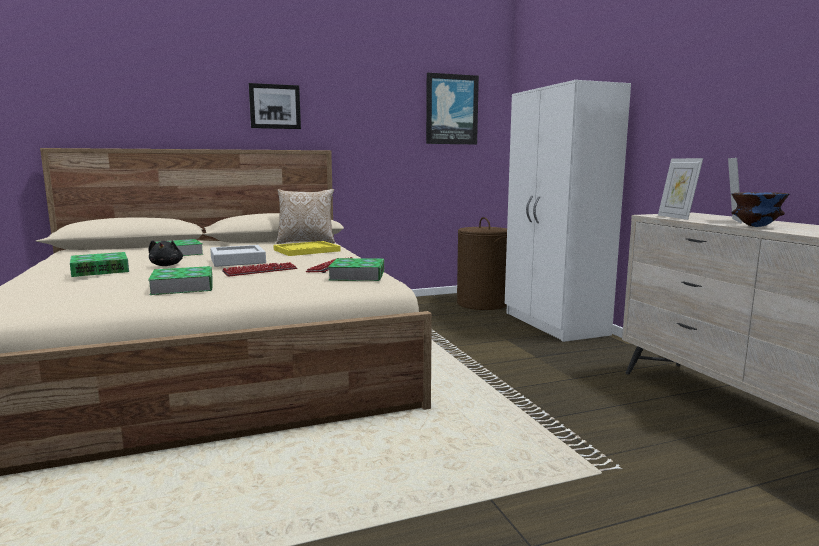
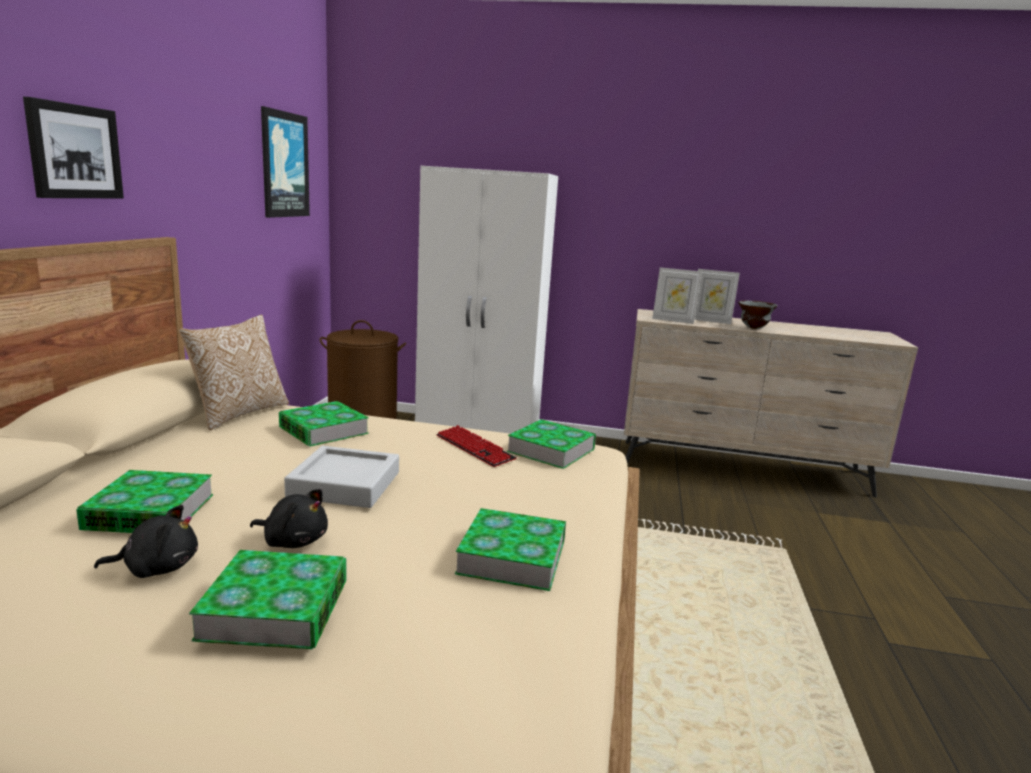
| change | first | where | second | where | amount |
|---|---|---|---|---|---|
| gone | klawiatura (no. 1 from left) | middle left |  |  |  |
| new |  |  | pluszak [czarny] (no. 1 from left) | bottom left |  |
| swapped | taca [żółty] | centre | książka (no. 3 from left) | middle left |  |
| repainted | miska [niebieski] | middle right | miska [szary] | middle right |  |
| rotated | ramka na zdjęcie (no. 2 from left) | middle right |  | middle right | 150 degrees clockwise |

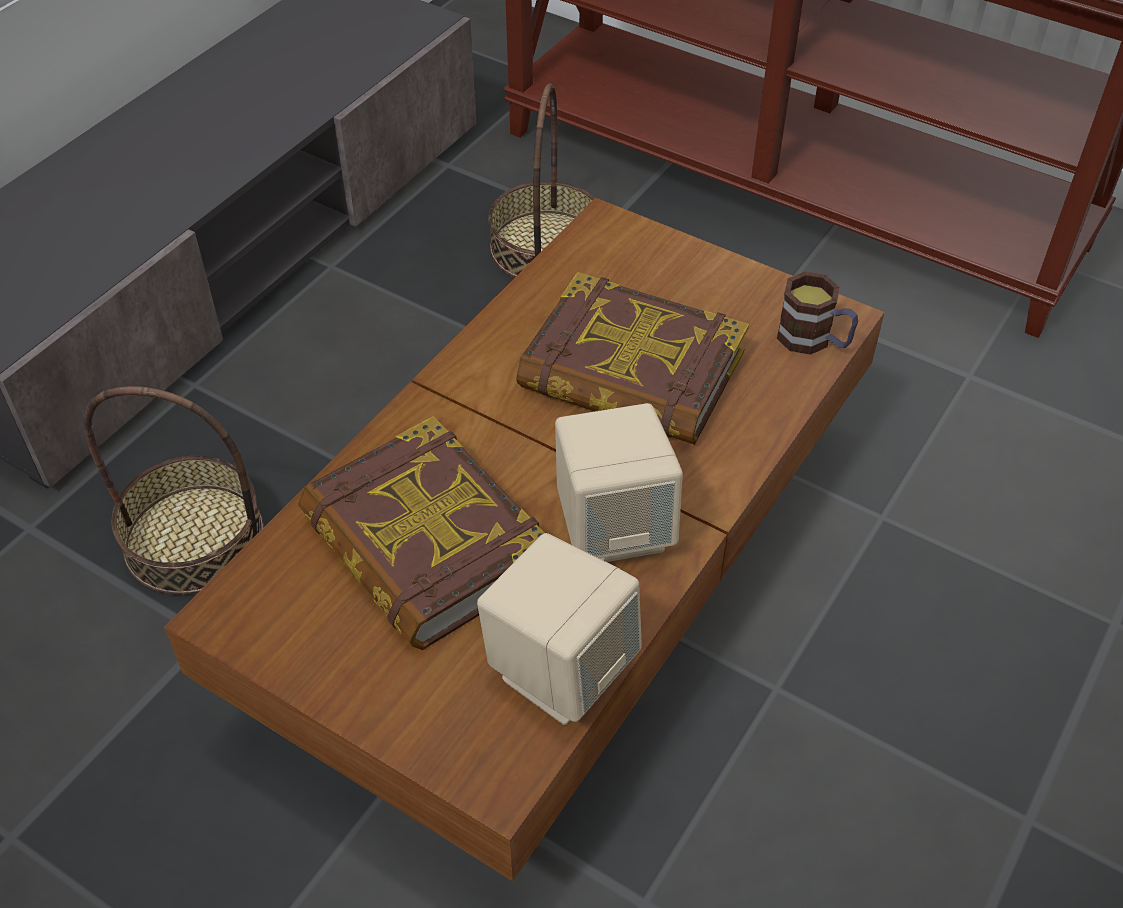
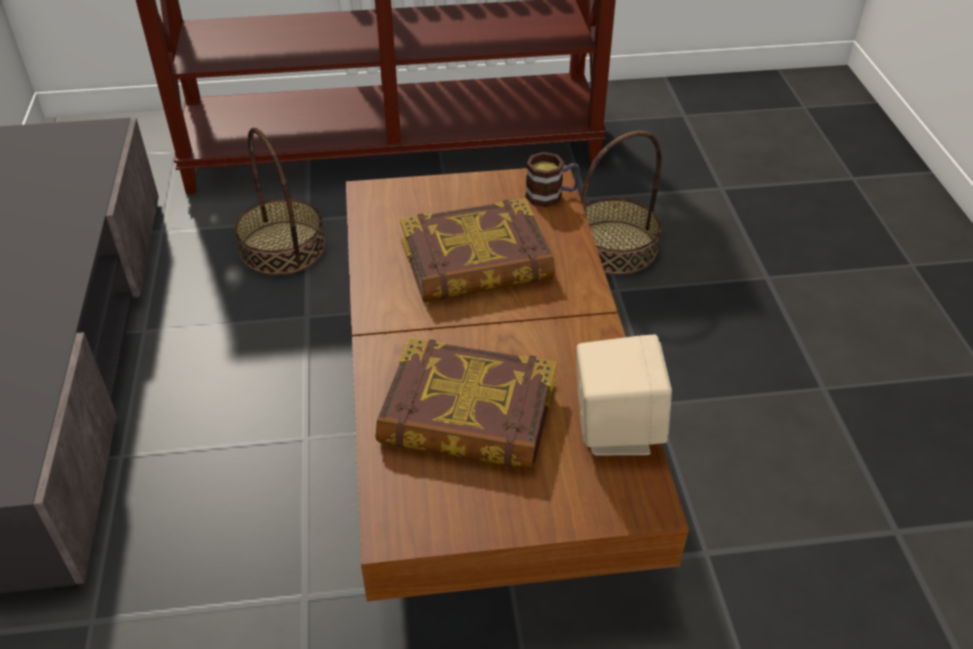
| change | first | where | second | where | amount |
|---|---|---|---|---|---|
| gone | głośnik [beżowy] (no. 2 from left) | centre |  |  |  |
| shifted | koszyk (no. 1 from left in the first image) | middle left | koszyk (no. 2 from left) | top centre |  |

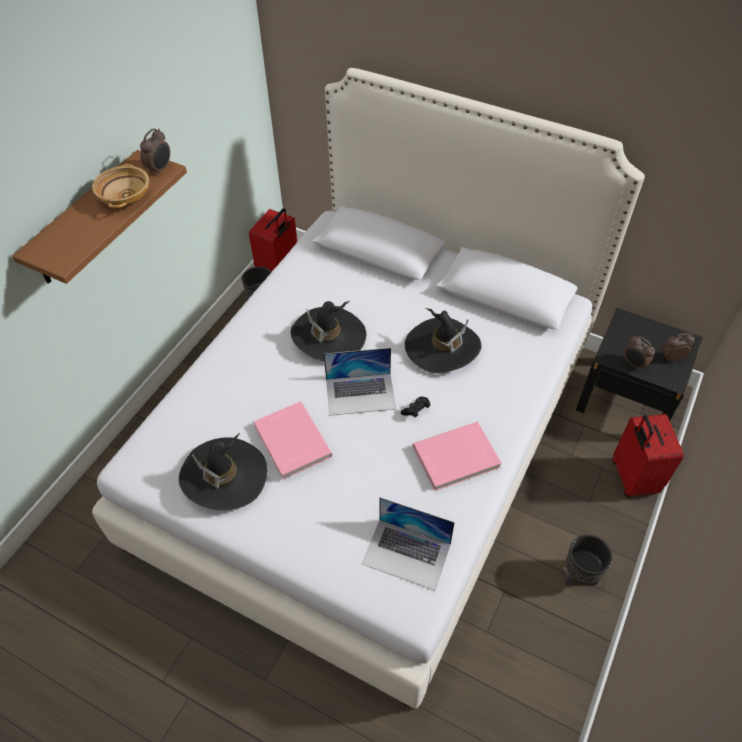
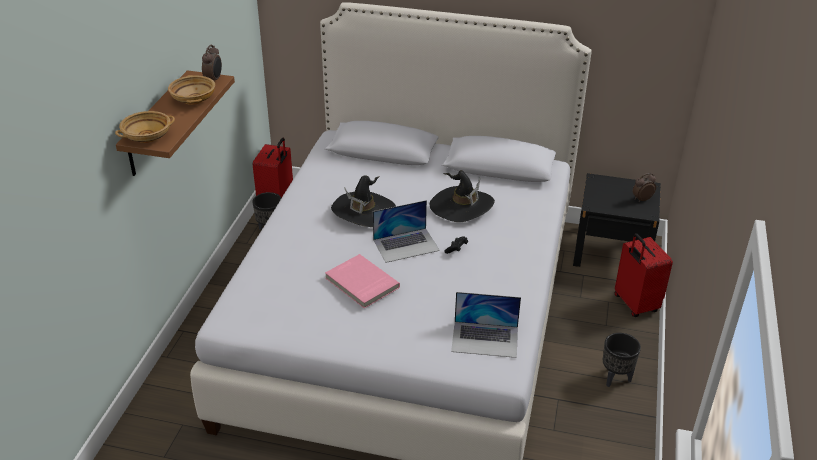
| change | first | where | second | where | amount |
|---|---|---|---|---|---|
| gone | kapelusz [czarny] (no. 1 from left) | middle left |  |  |  |
| gone | książka [różowy] (no. 2 from left) | centre |  |  |  |
| gone | budzik (no. 2 from left) | middle right |  |  |  |
| new |  |  | miska [beżowy] (no. 1 from left) | top left |  |

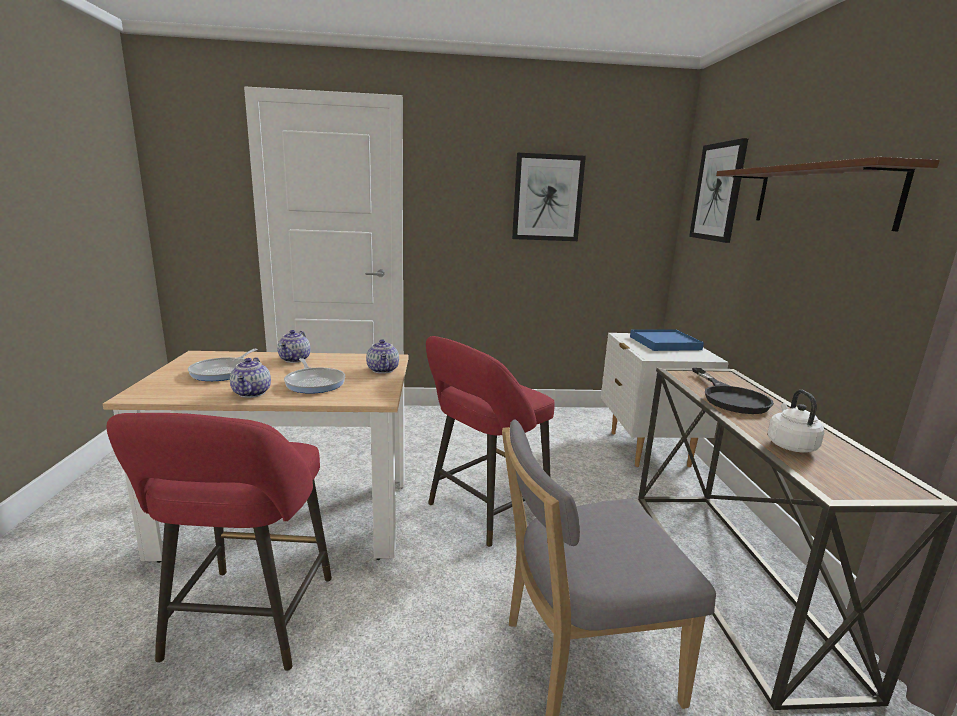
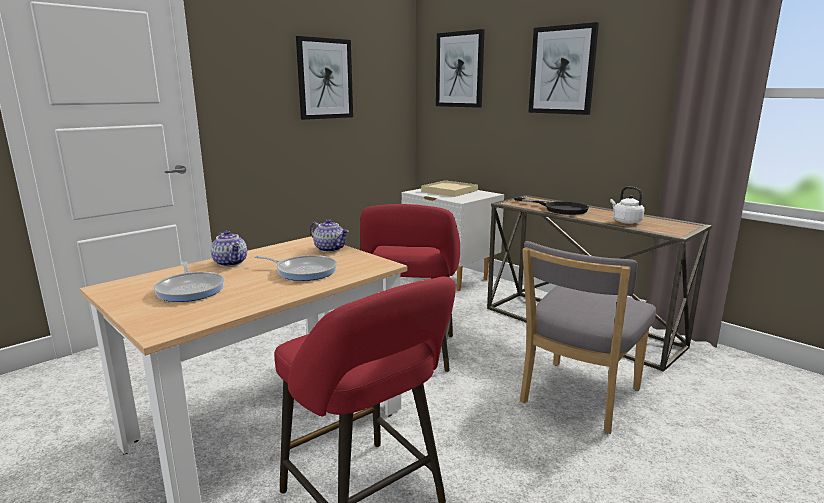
| change | first | where | second | where | amount |
|---|---|---|---|---|---|
| gone | imbryk (no. 1 from left) | middle left |  |  |  |
| swapped | półka [brązowy] | top right | obraz (no. 3 from left) | top right |  |
| repainted | taca [niebieski] | middle right | taca [beżowy] | centre |  |

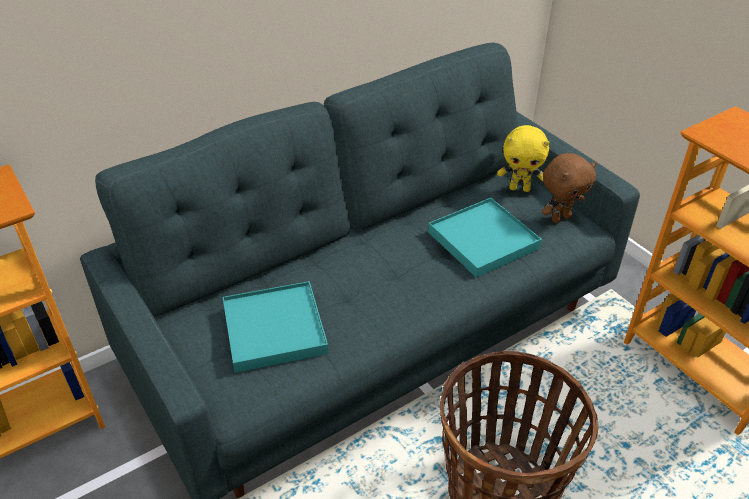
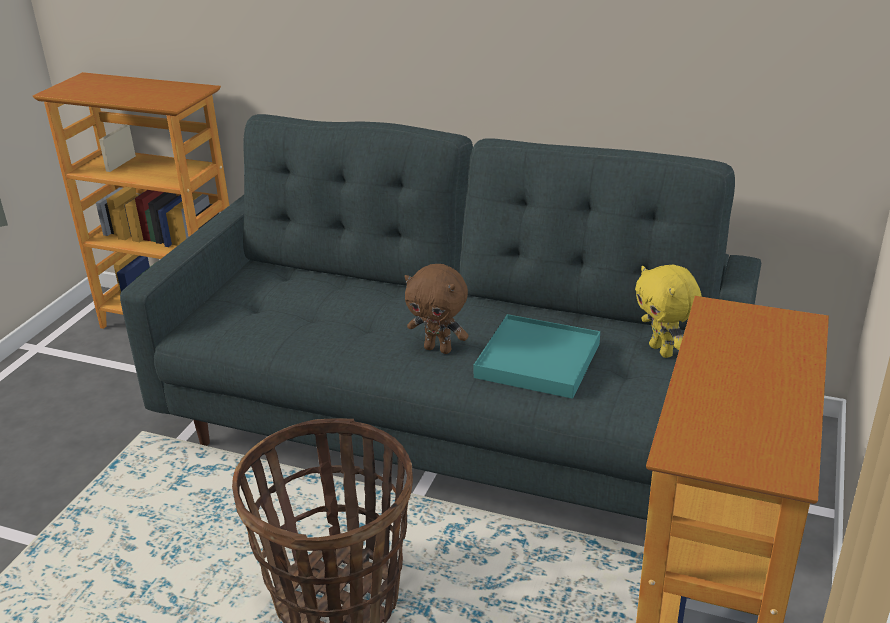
| change | first | where | second | where | amount |
|---|---|---|---|---|---|
| gone | taca [turkusowy] (no. 1 from left) | centre |  |  |  |
| shifted | pluszak [brązowy] | middle right |  | centre |  |

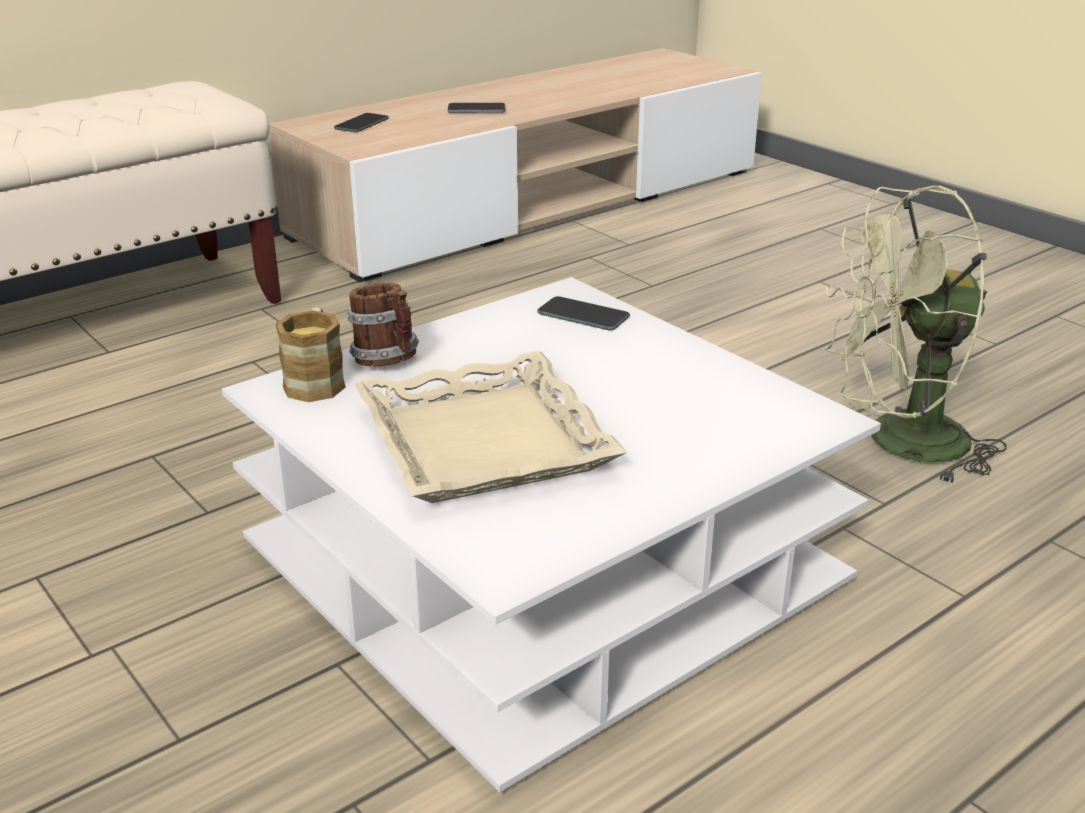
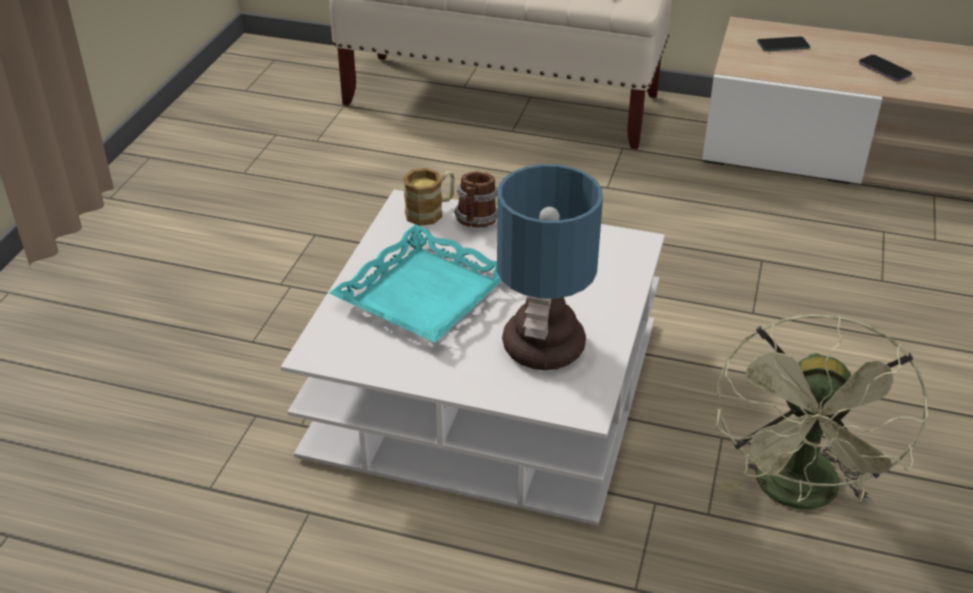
| change | first | where | second | where | amount |
|---|---|---|---|---|---|
| gone | telefon (no. 3 from left) | centre |  |  |  |
| new |  |  | lampa stołowa | centre |  |
| repainted | taca [beżowy] | centre | taca [turkusowy] | centre |  |
| rotated | wentylator [zielony] | middle right |  | bottom right | 120 degrees counterclockwise |

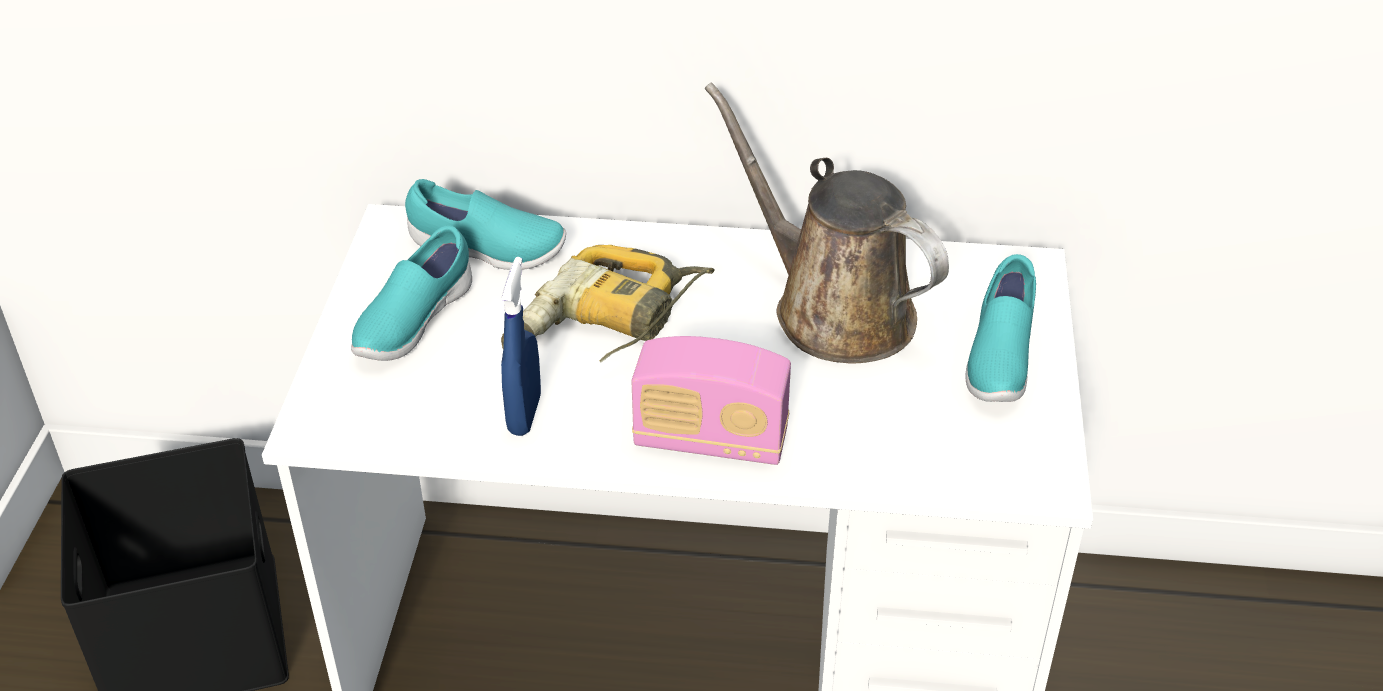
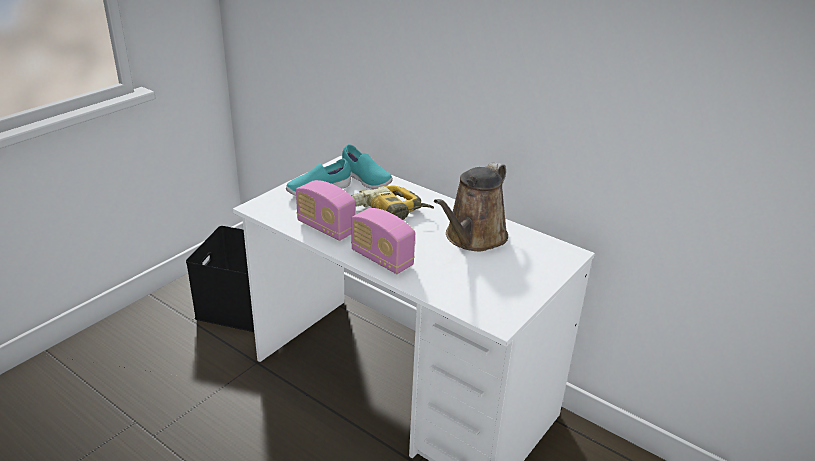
| change | first | where | second | where | amount |
|---|---|---|---|---|---|
| gone | but [turkusowy] (no. 3 from left) | middle right |  |  |  |
| swapped | spryskiwacz [niebieski] | centre | radio (no. 1 from left) | centre |  |
| rotated | konewka [brązowy] | top centre |  | centre | 135 degrees counterclockwise |

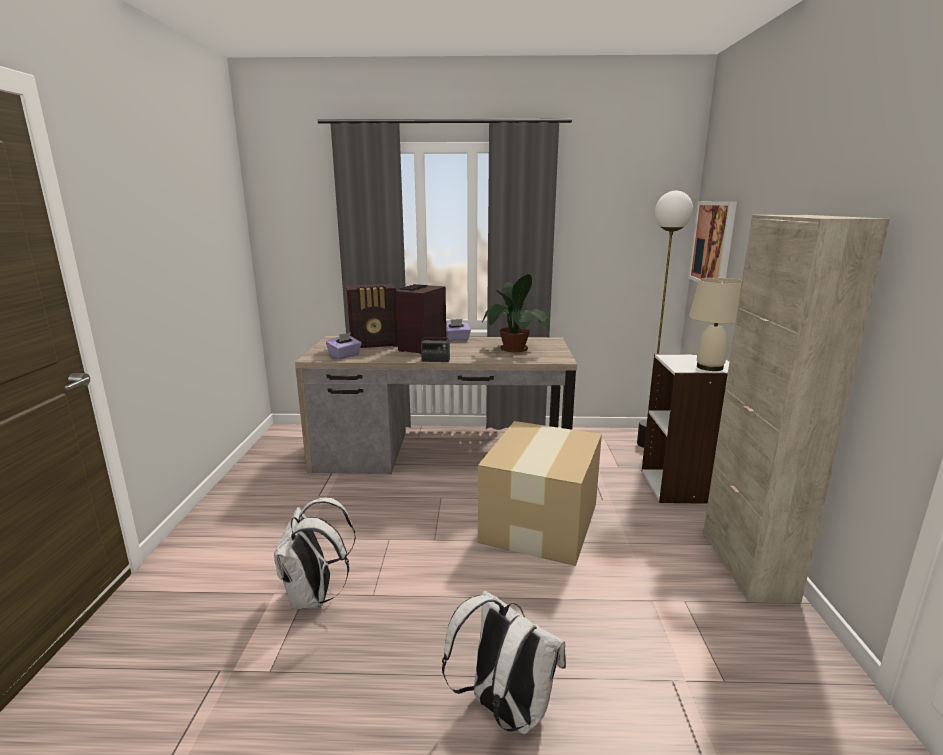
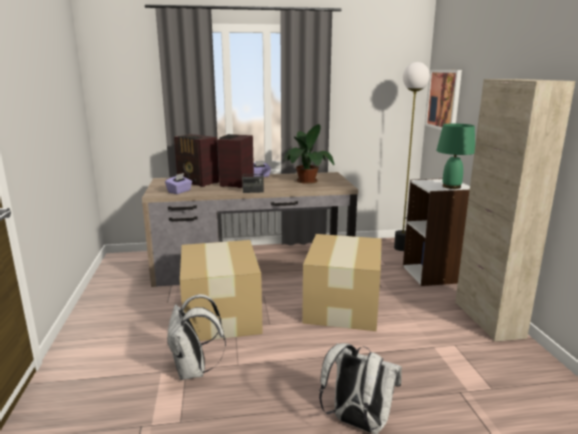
| change | first | where | second | where | amount |
|---|---|---|---|---|---|
| new |  |  | karton (no. 1 from left) | bottom centre |  |
| repainted | lampa stołowa [beżowy] | middle right | lampa stołowa [zielony] | middle right |  |
| rotated | radio (no. 1 from left) | centre |  | centre | 60 degrees clockwise |

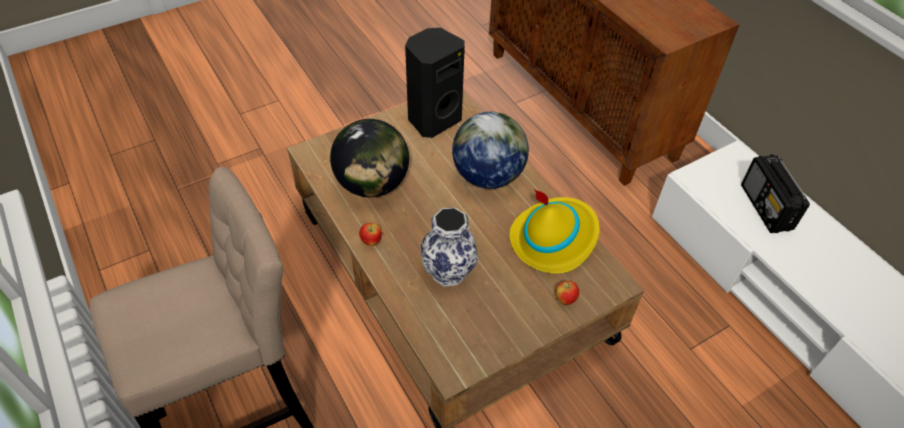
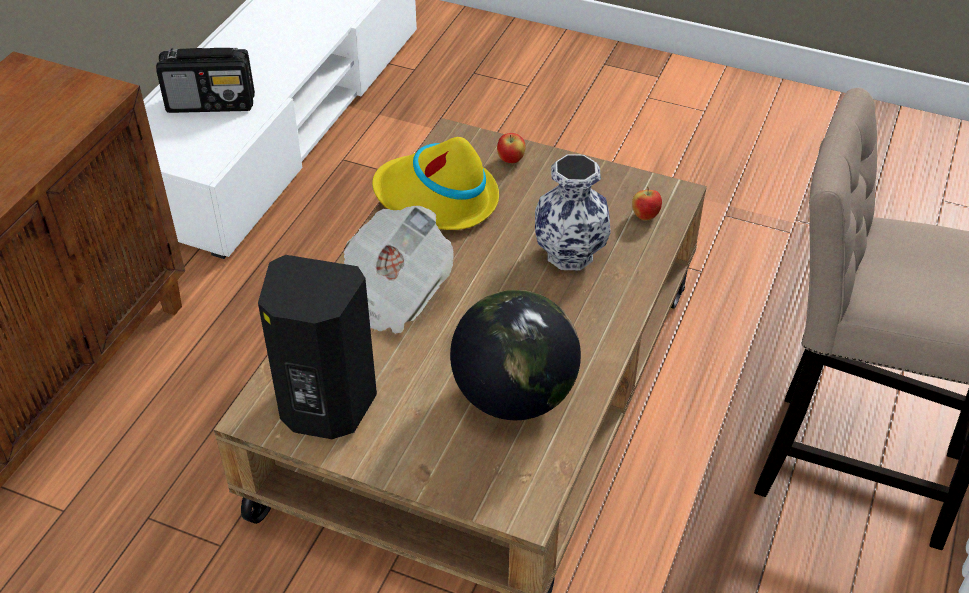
| change | first | where | second | where | amount |
|---|---|---|---|---|---|
| shifted | jabłko (no. 1 from left in the first image) | centre | jabłko (no. 2 from left) | middle right |  |
| swapped | globus (no. 2 from left) | centre | gazeta | centre |  |
| rotated | radio | middle right |  | top left | 45 degrees clockwise |

